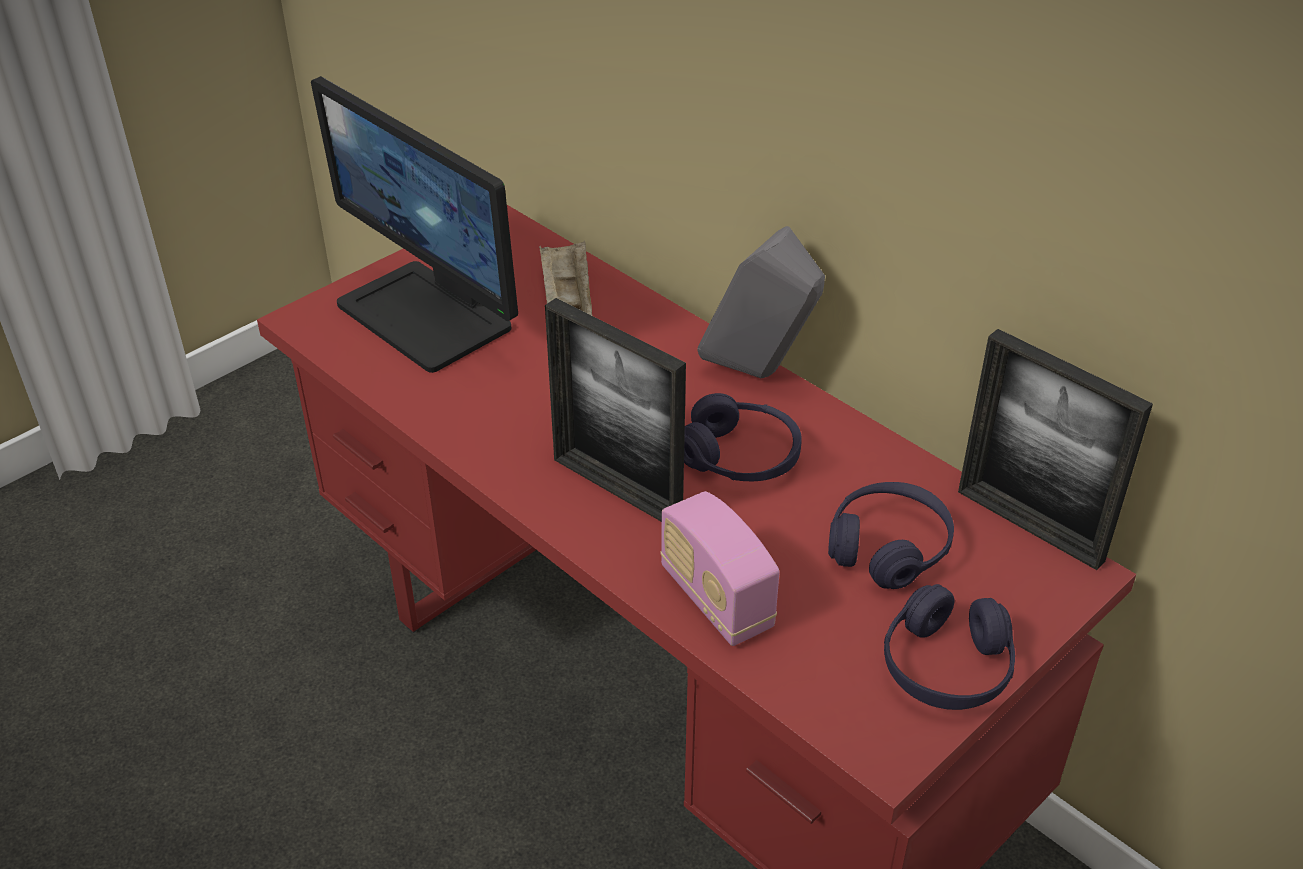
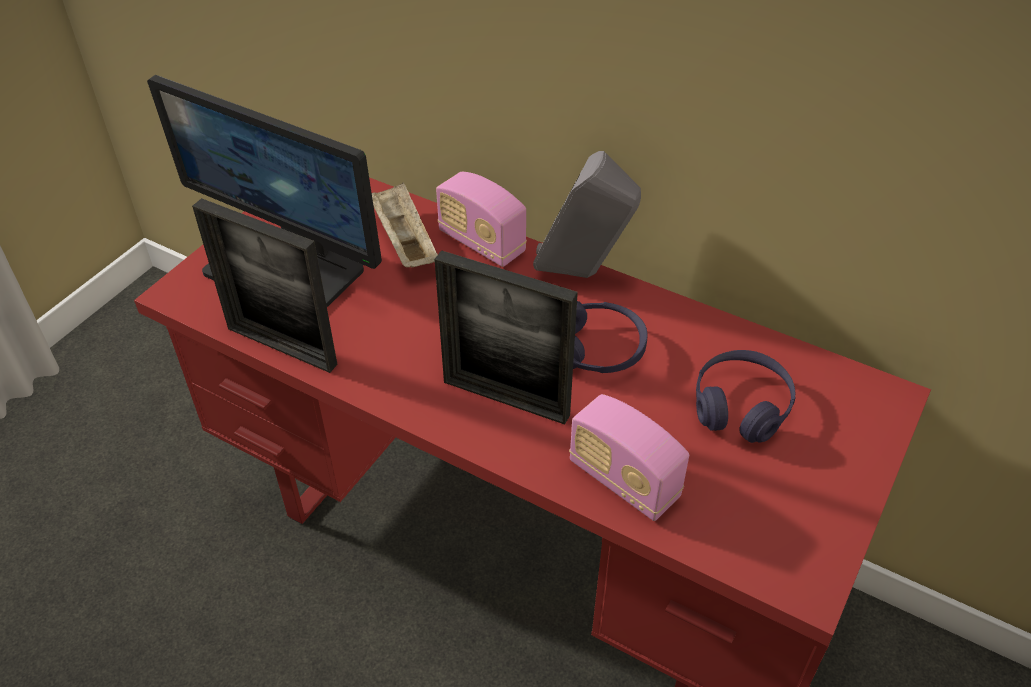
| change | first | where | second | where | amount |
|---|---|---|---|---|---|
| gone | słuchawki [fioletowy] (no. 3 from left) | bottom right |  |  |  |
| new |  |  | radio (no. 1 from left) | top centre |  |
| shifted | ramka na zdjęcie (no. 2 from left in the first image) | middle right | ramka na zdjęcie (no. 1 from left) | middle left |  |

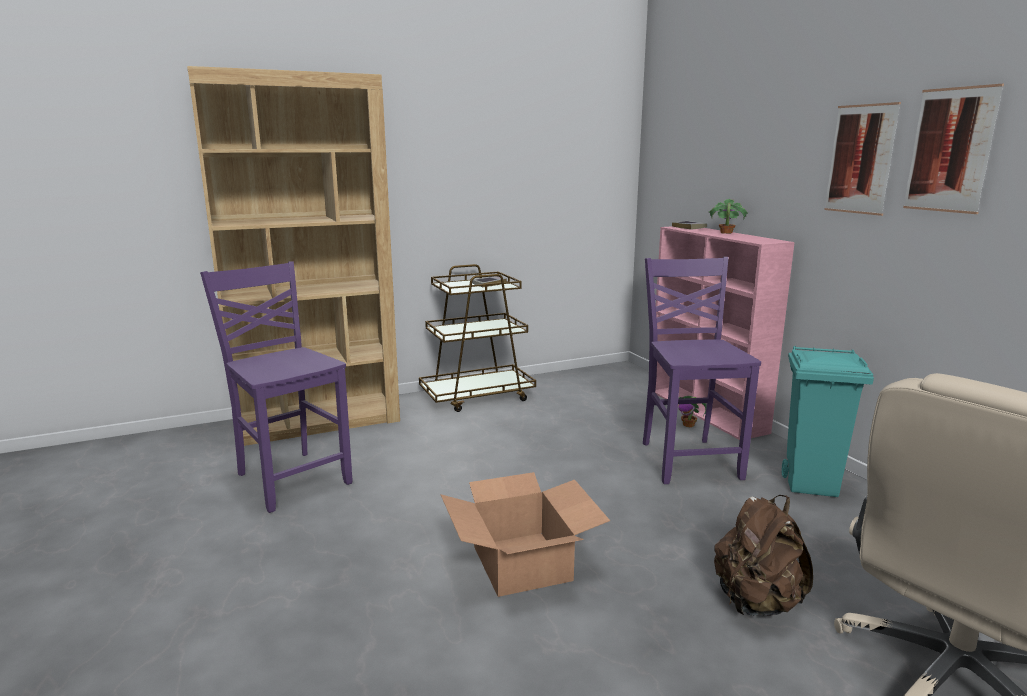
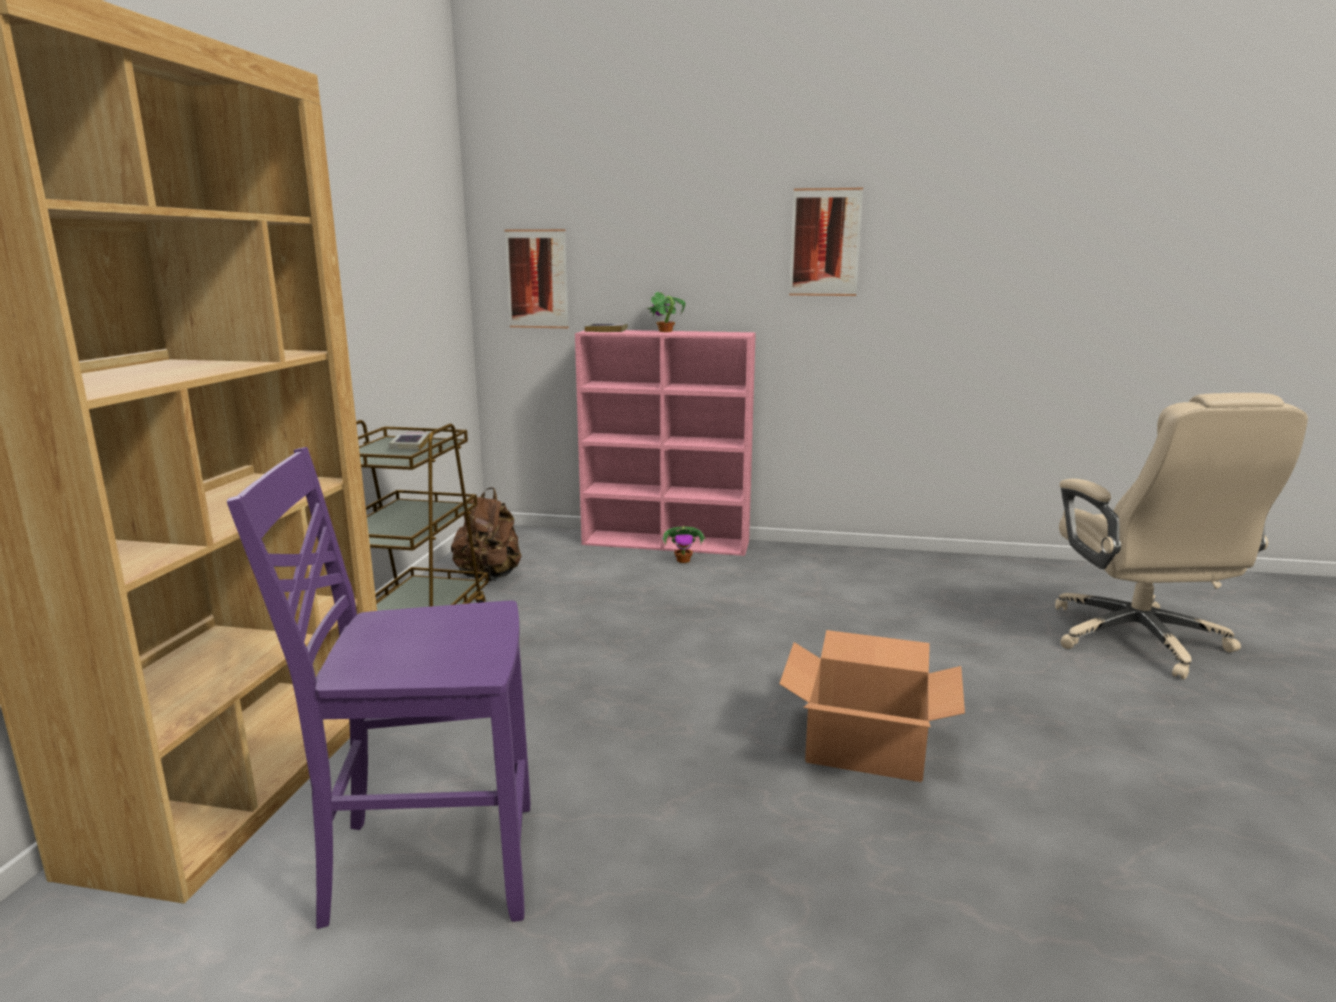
| change | first | where | second | where | amount |
|---|---|---|---|---|---|
| gone | krzesło [fioletowy] (no. 2 from left) | middle right |  |  |  |
| gone | kosz na śmieci [turkusowy] | middle right |  |  |  |
| shifted | plecak [brązowy] | bottom right |  | centre |  |
| shifted | obraz (no. 2 from left in the first image) | top right | obraz (no. 1 from left) | top centre |  |

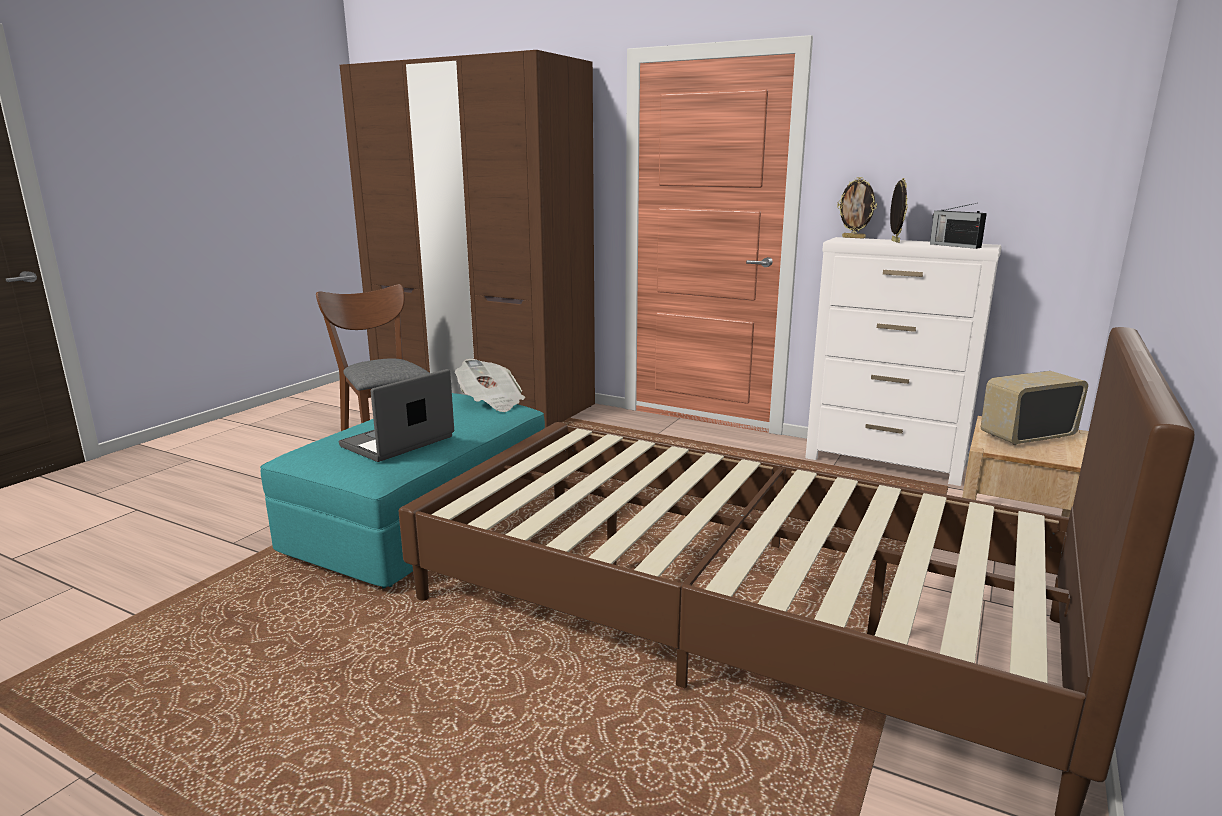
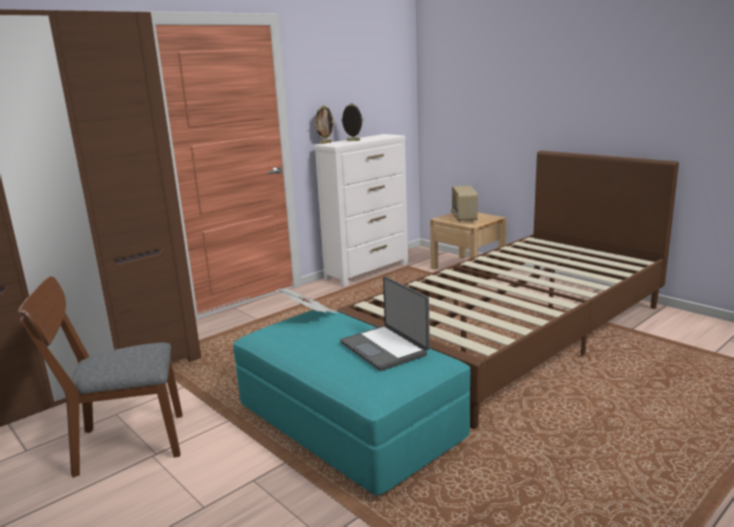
| change | first | where | second | where | amount |
|---|---|---|---|---|---|
| gone | radio (no. 1 from left) | top right |  |  |  |

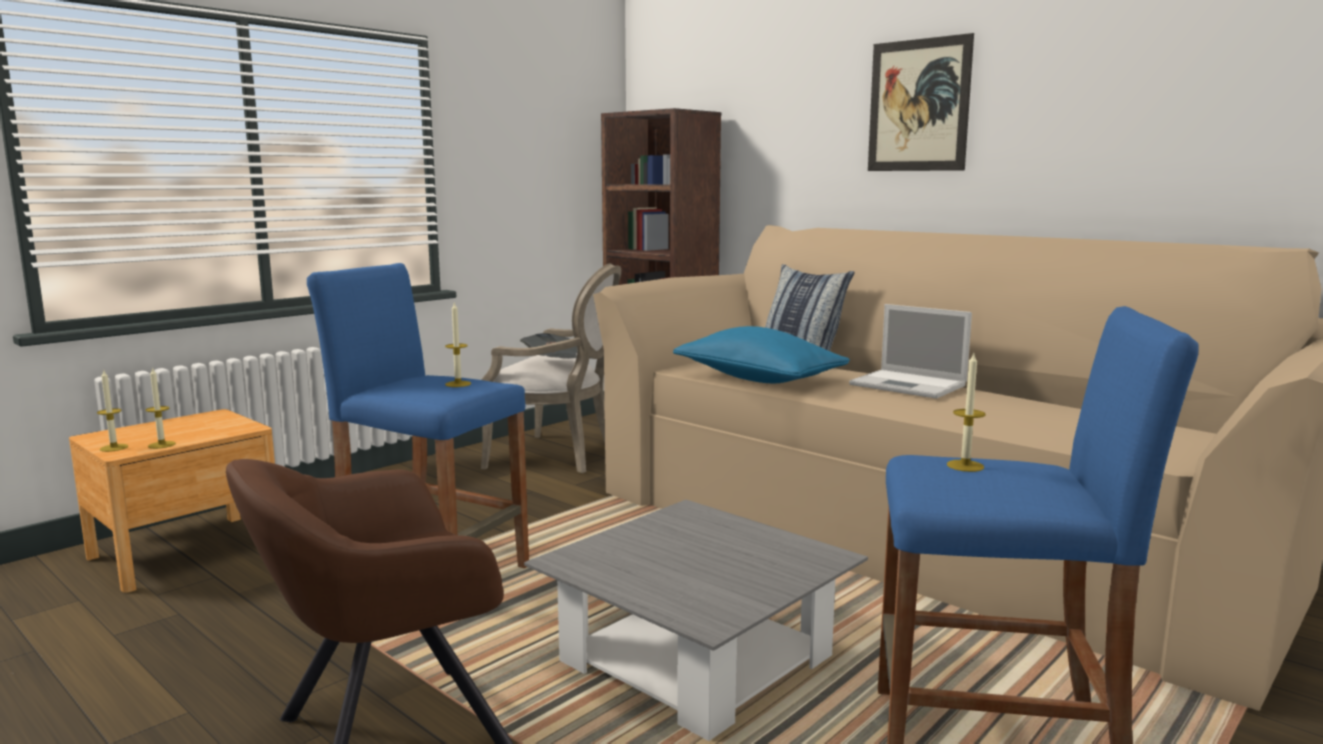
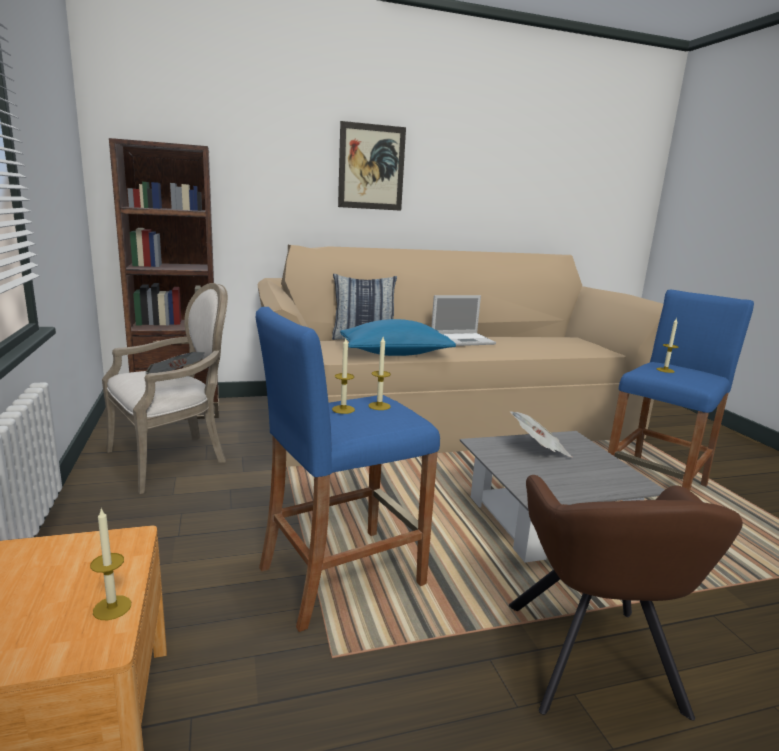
| change | first | where | second | where | amount |
|---|---|---|---|---|---|
| new |  |  | gazeta (no. 2 from left) | middle right |  |
| shifted | świeca (no. 1 from left in the first image) | middle left | świeca (no. 2 from left) | centre |  |

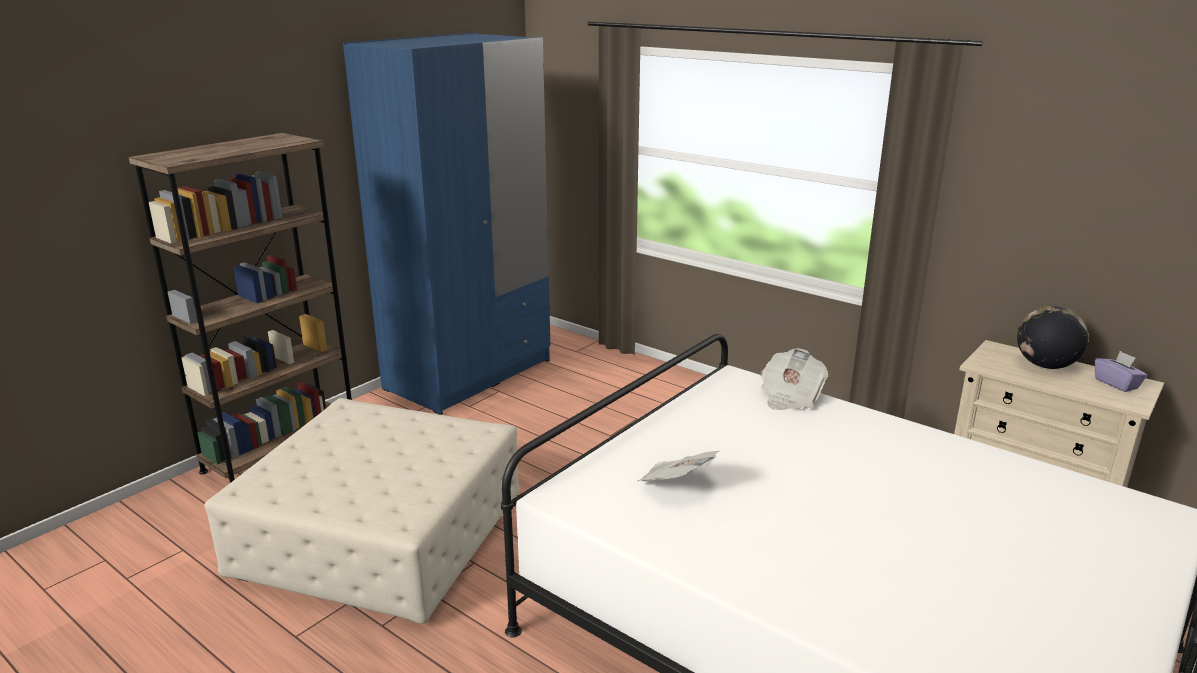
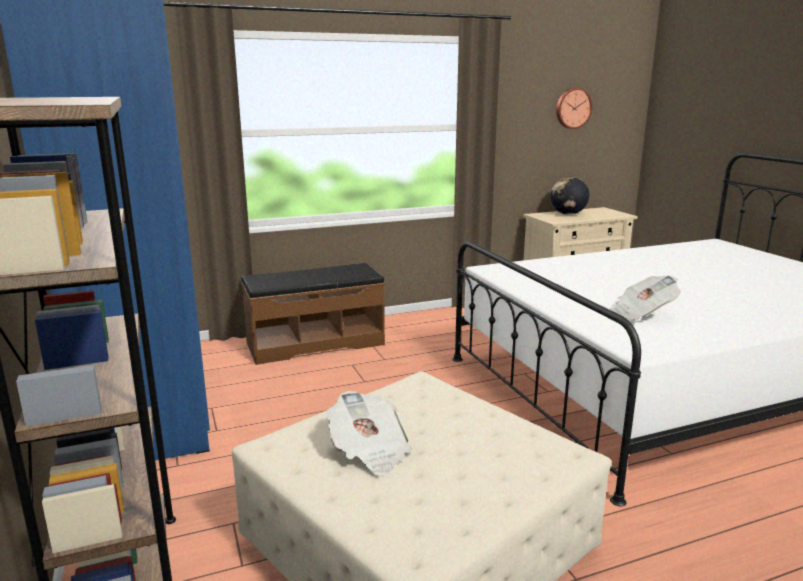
| change | first | where | second | where | amount |
|---|---|---|---|---|---|
| gone | pudełko chusteczek [fioletowy] | middle right |  |  |  |
| new |  |  | ławka [brązowy] | centre |  |
| new |  |  | zegar ścienny | top right |  |
| shifted | gazeta (no. 2 from left in the first image) | centre | gazeta (no. 1 from left) | bottom centre |  |

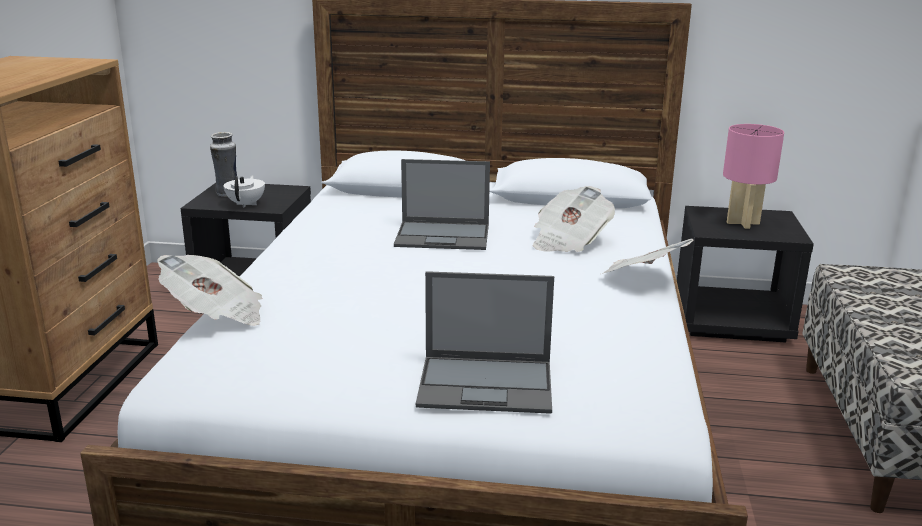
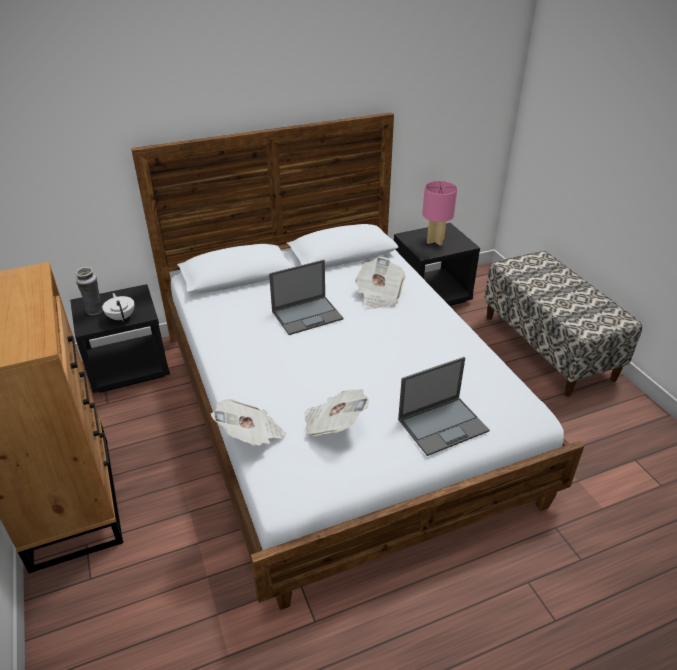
| change | first | where | second | where | amount |
|---|---|---|---|---|---|
| shifted | gazeta (no. 3 from left in the first image) | middle right | gazeta (no. 2 from left) | centre |  |

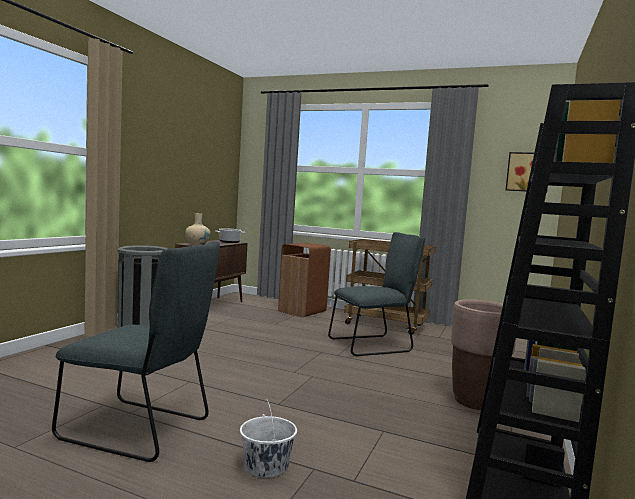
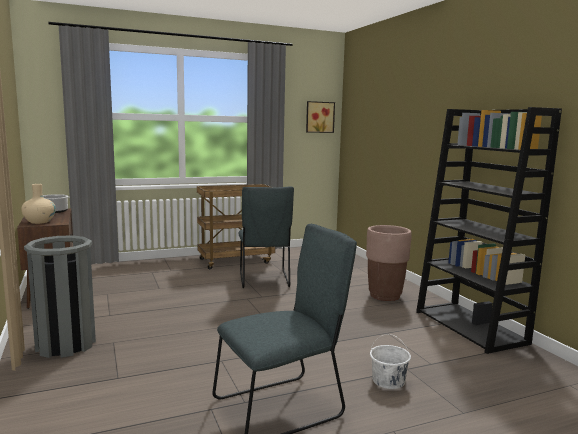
| change | first | where | second | where | amount |
|---|---|---|---|---|---|
| gone | kosz na śmieci [brązowy] | centre |  |  |  |
| rotated | krzesło [szary] (no. 2 from left in the first image) | centre | krzesło [szary] (no. 1 from left) | centre | 150 degrees clockwise |

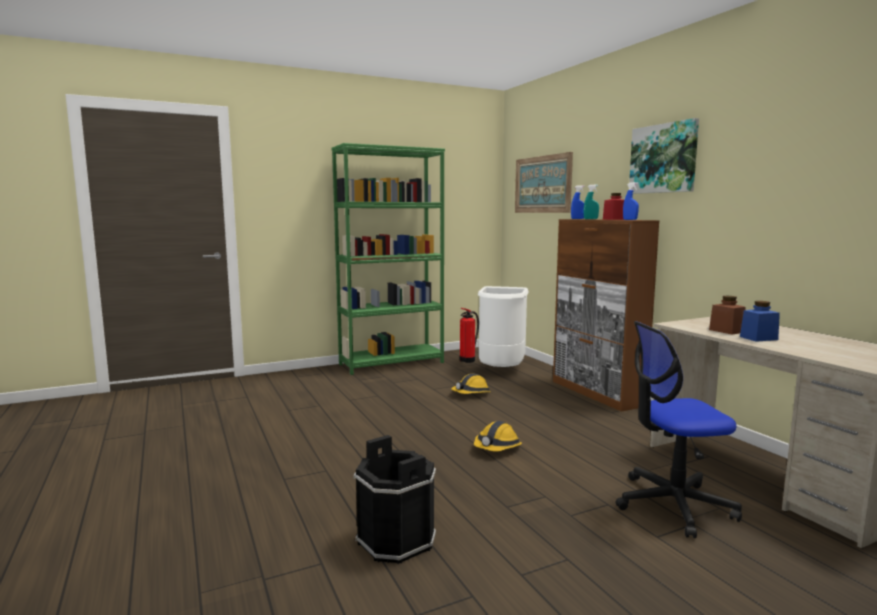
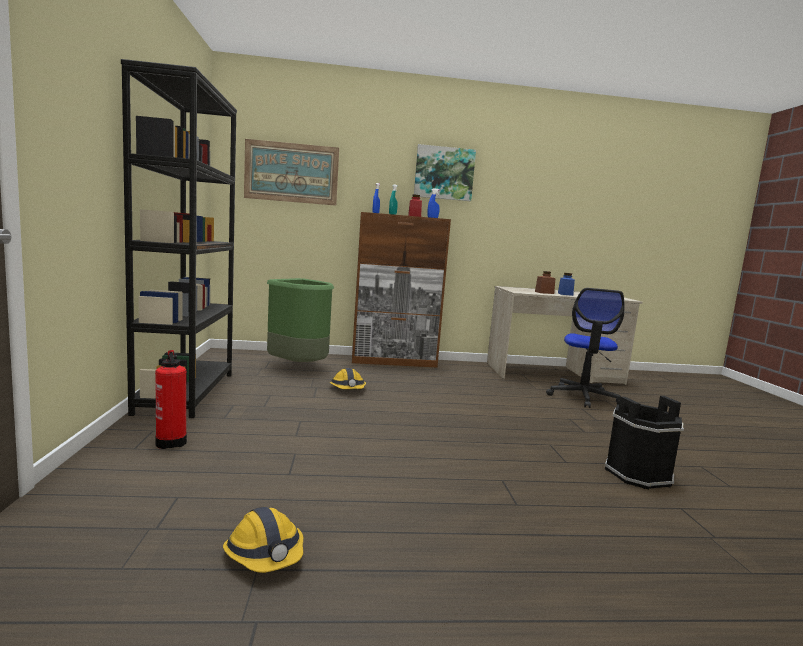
| change | first | where | second | where | amount |
|---|---|---|---|---|---|
| shifted | gaśnica | centre |  | middle left |  |
| shifted | kask (no. 2 from left in the first image) | bottom centre | kask (no. 1 from left) | bottom left |  |
| repainted | regał [zielony] | centre | regał [czarny] | middle left |  |
| repainted | kosz na śmieci [biały] | centre | kosz na śmieci [zielony] | centre |  |

